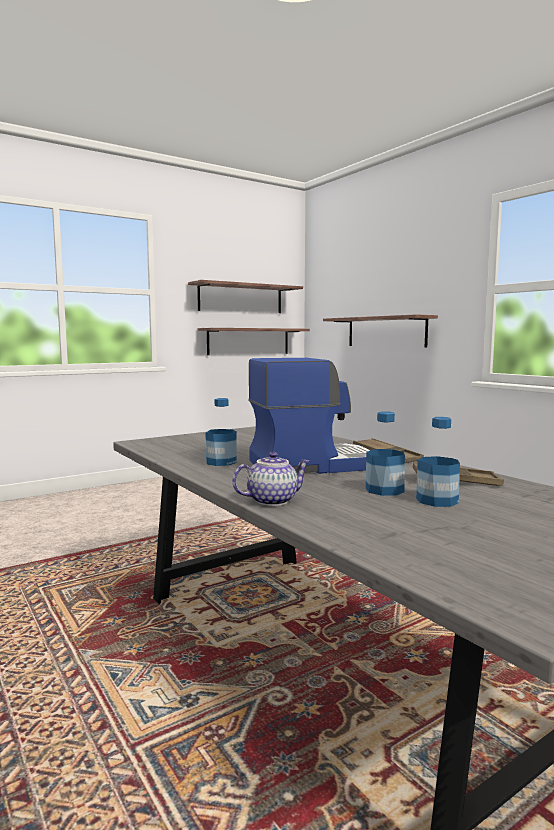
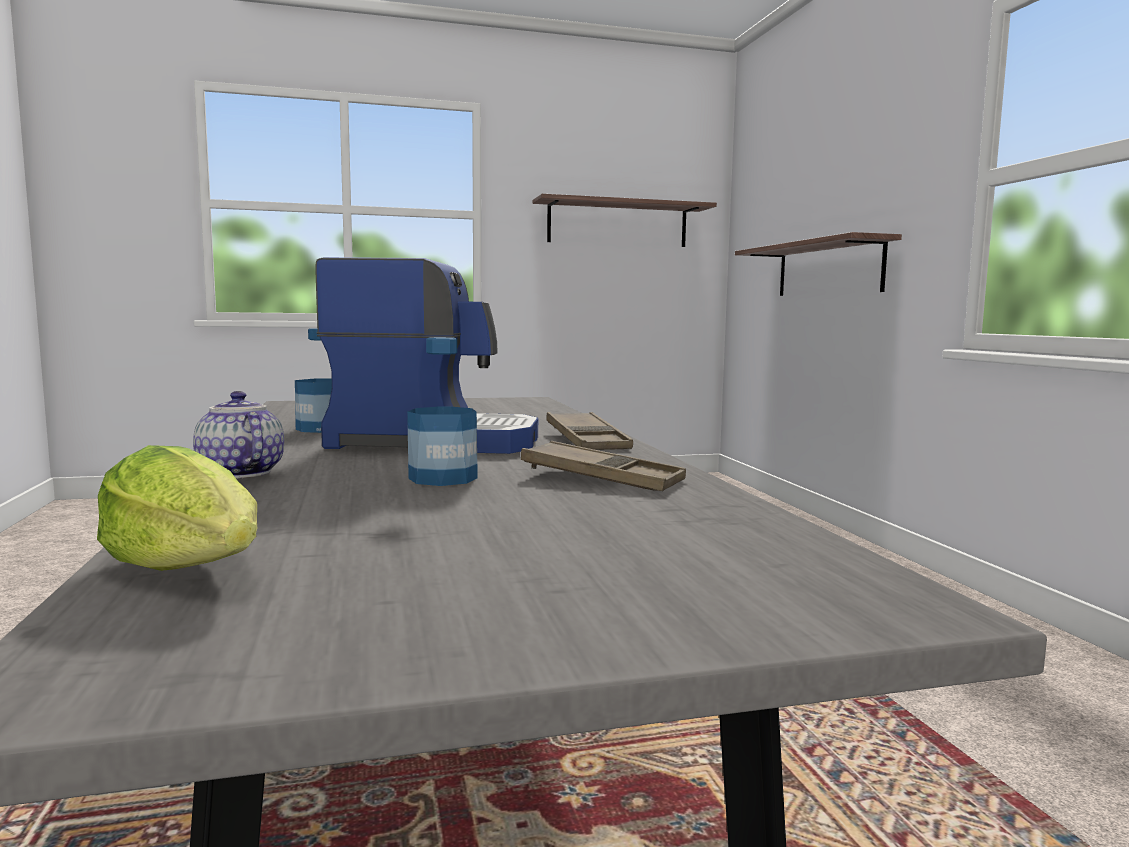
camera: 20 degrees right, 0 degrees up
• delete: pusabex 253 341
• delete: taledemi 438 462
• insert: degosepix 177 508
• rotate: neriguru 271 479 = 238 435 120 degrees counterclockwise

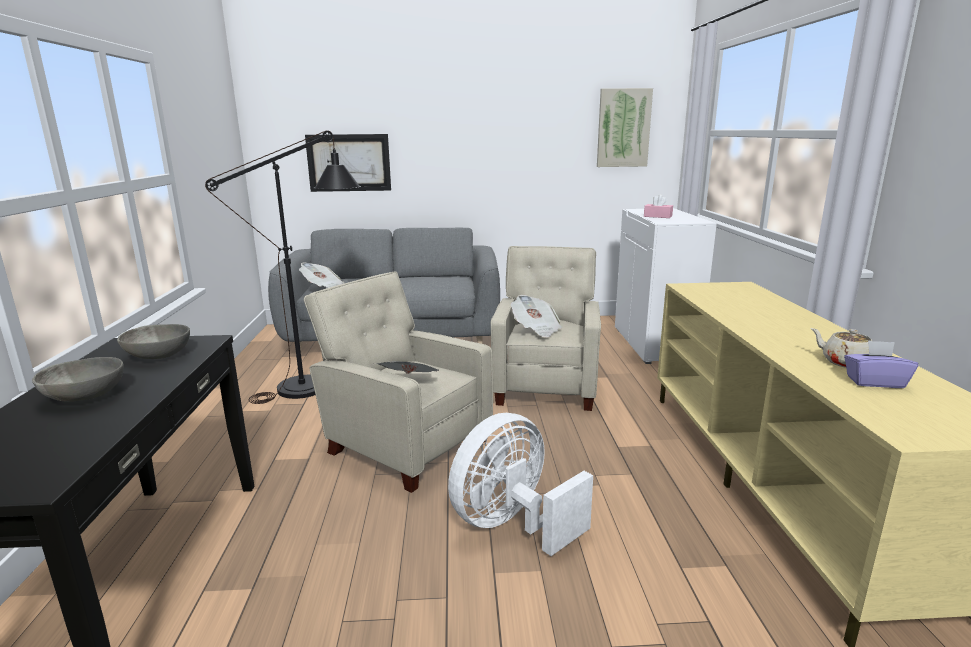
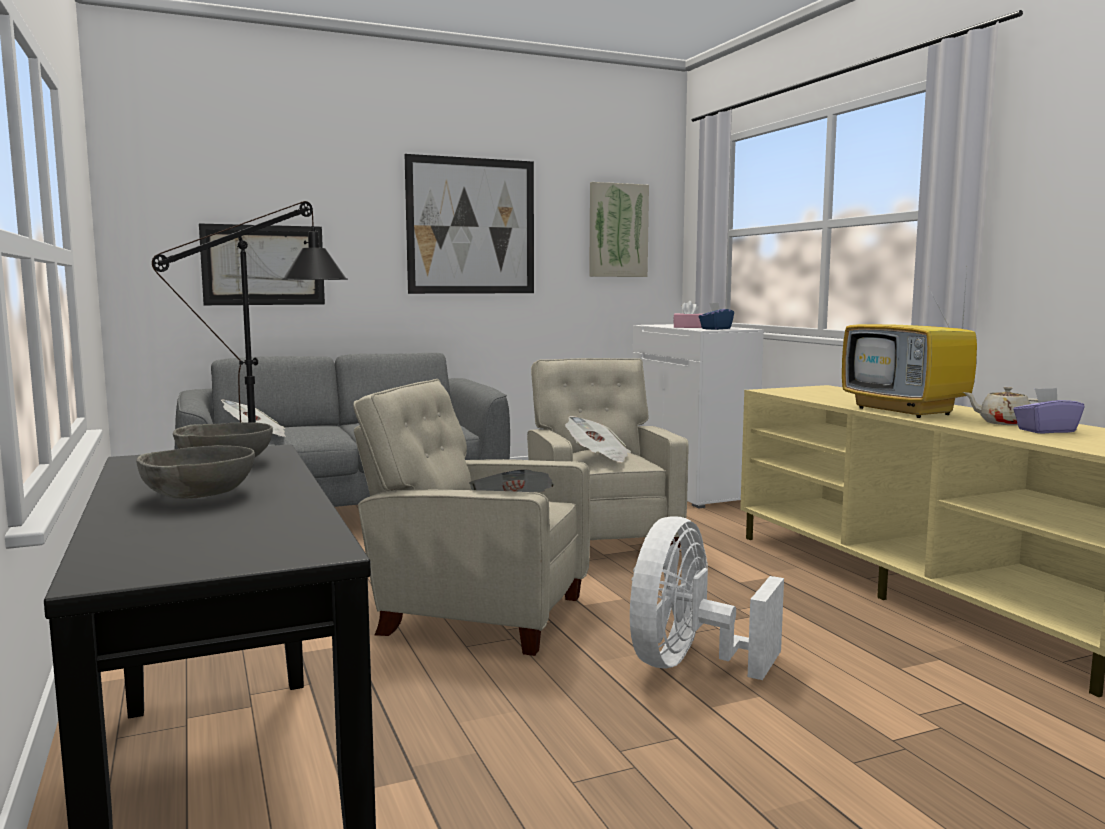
camera: 20 degrees left, 10 degrees down
• insert: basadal 469 224
• insert: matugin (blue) 716 316
• insert: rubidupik 909 344

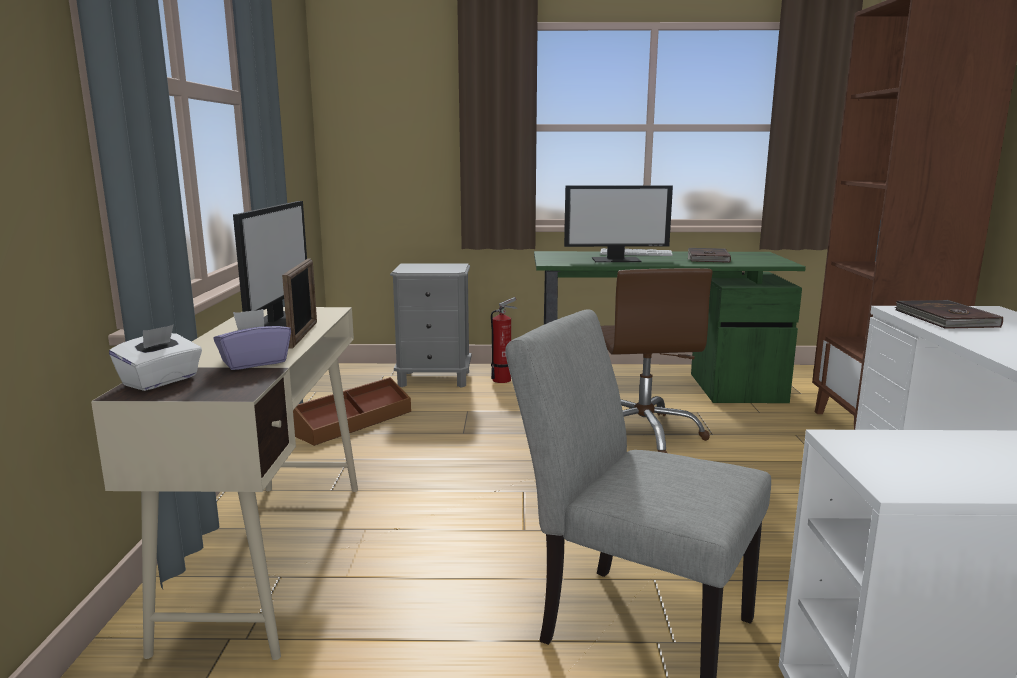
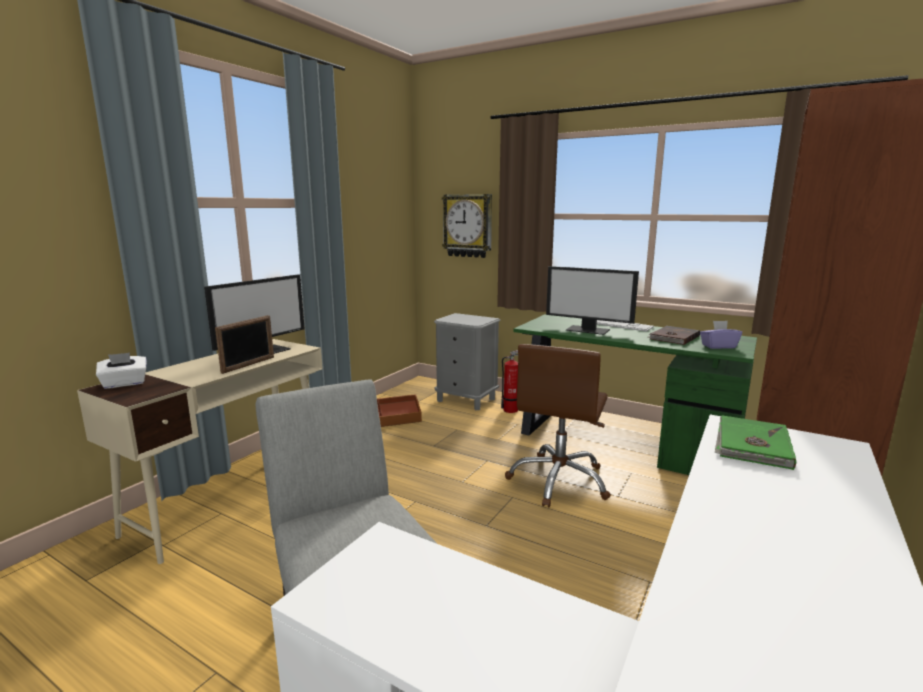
camera: 30 degrees right, 0 degrees up
• insert: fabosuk 467 226
• move: matugin (purple) 252 339 to 721 335
• recolor: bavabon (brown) 949 314 to bavabon (green) 755 442

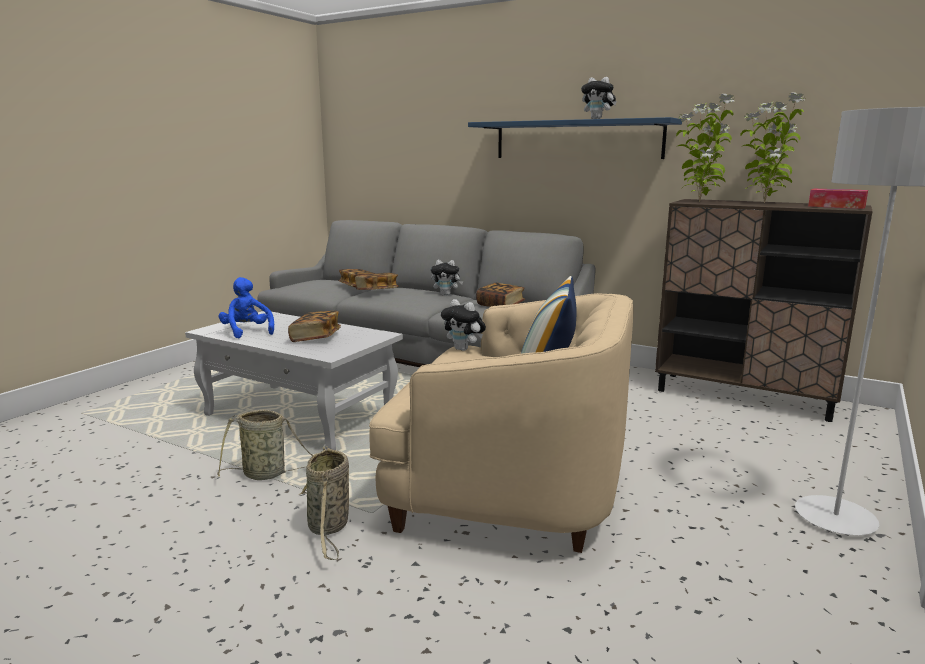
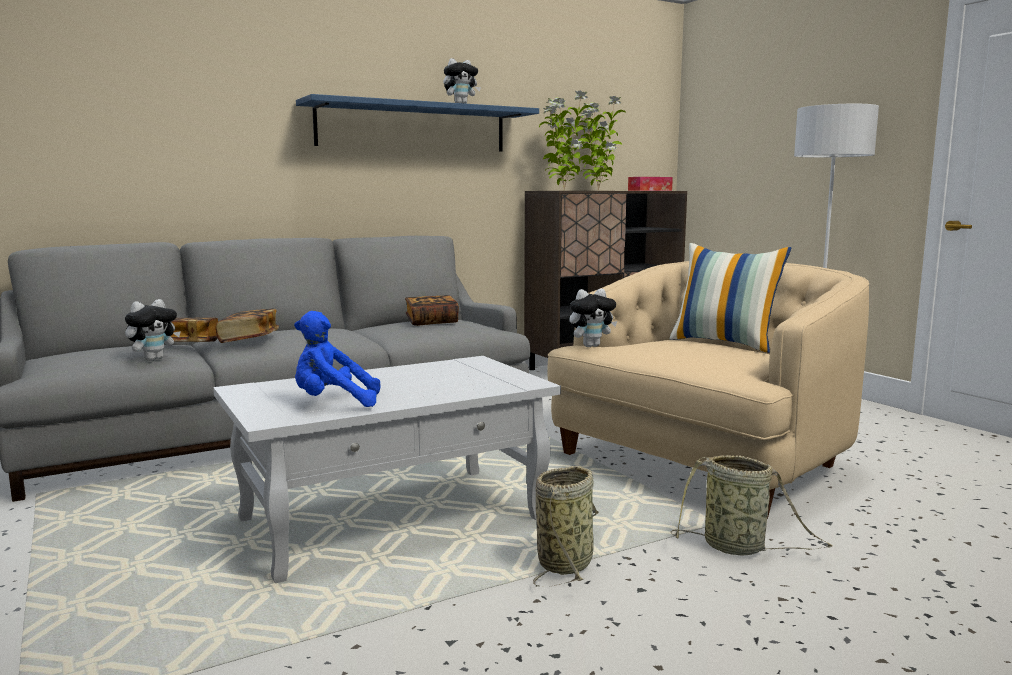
camera: 60 degrees left, 5 degrees down
• delete: bavabon 314 326
• move: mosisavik 447 277 to 153 330

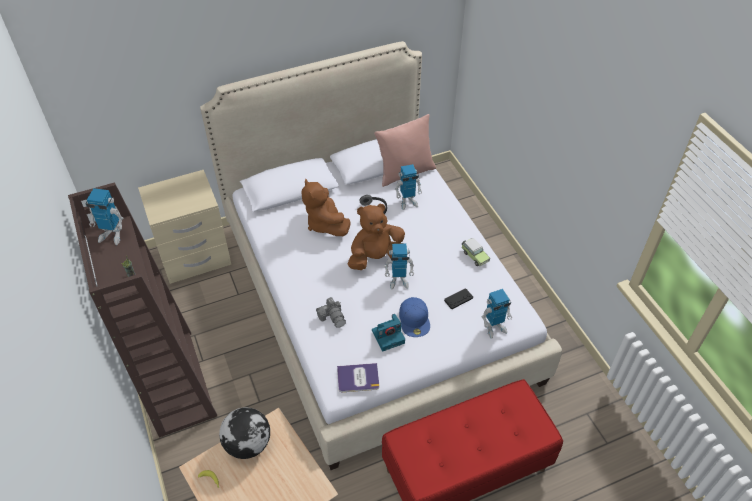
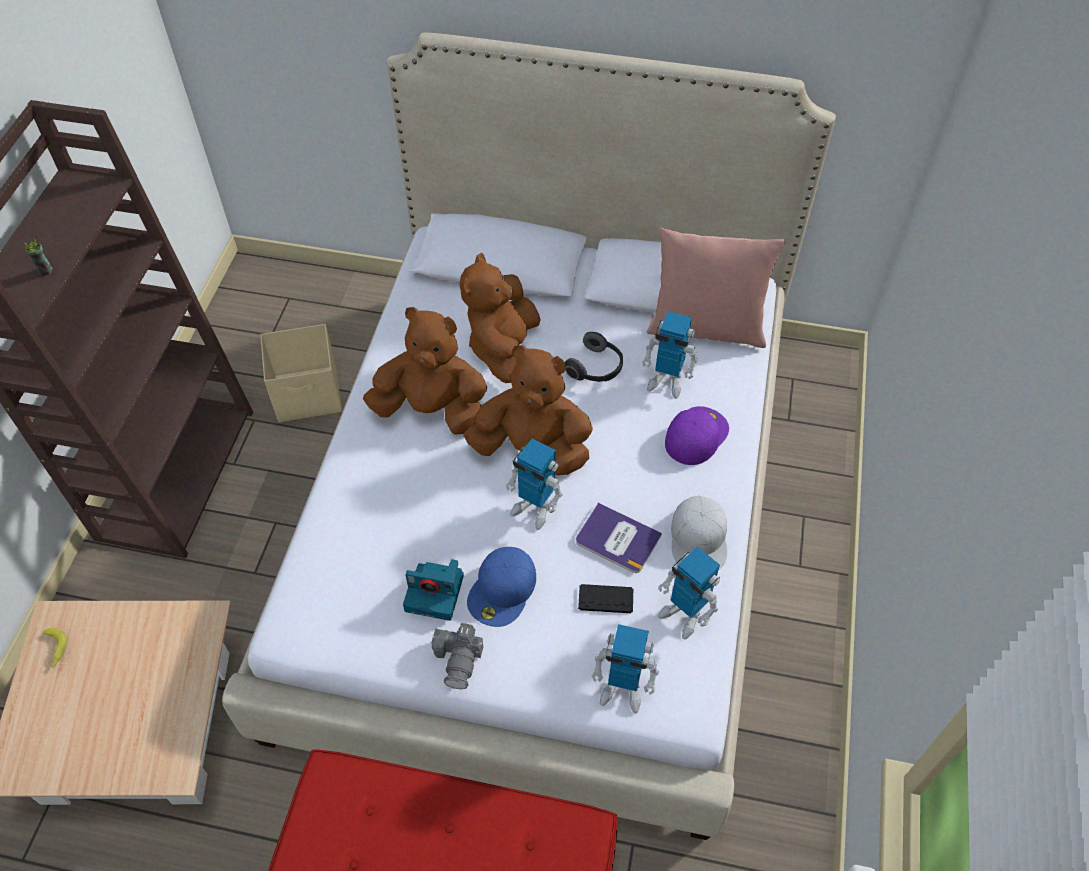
camera: 35 degrees right, 5 degrees up
• delete: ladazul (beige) 184 227
• delete: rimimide 244 433
• insert: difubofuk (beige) 301 373
• insert: mosisavik (brown) 425 370
• insert: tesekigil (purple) 697 435
• move: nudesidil 104 216 to 689 593
• move: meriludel 331 312 to 457 656
• move: bavabon 358 377 to 619 538
• replace: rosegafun 475 252 to tesekigil (white) 699 532

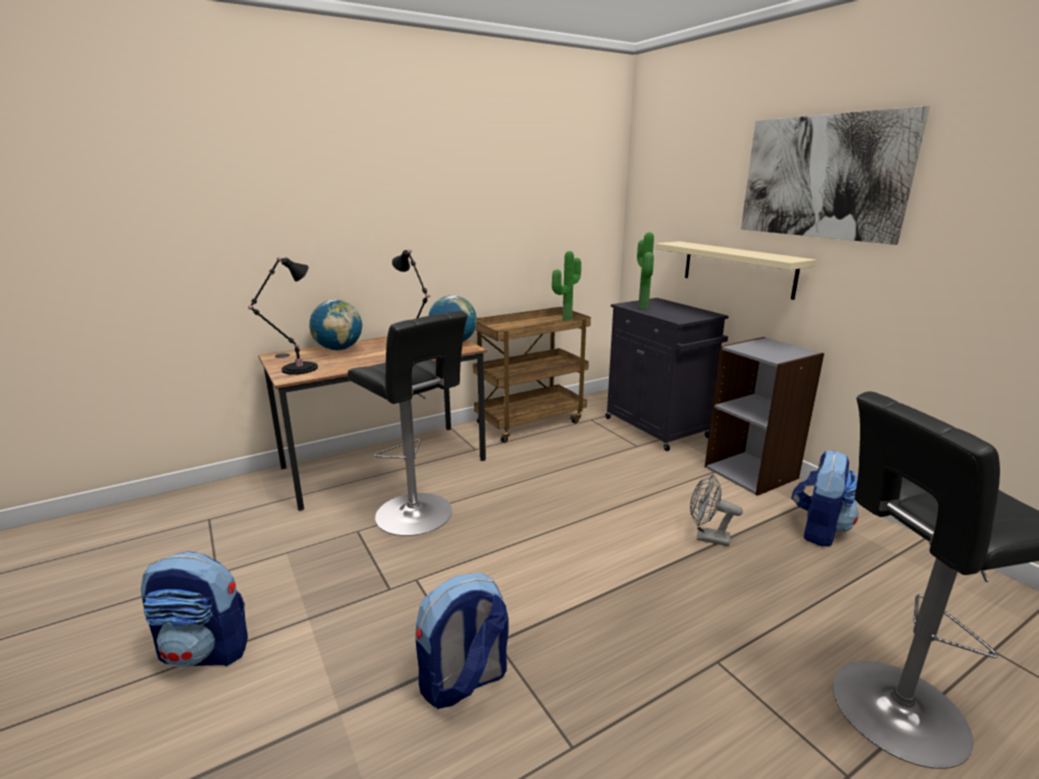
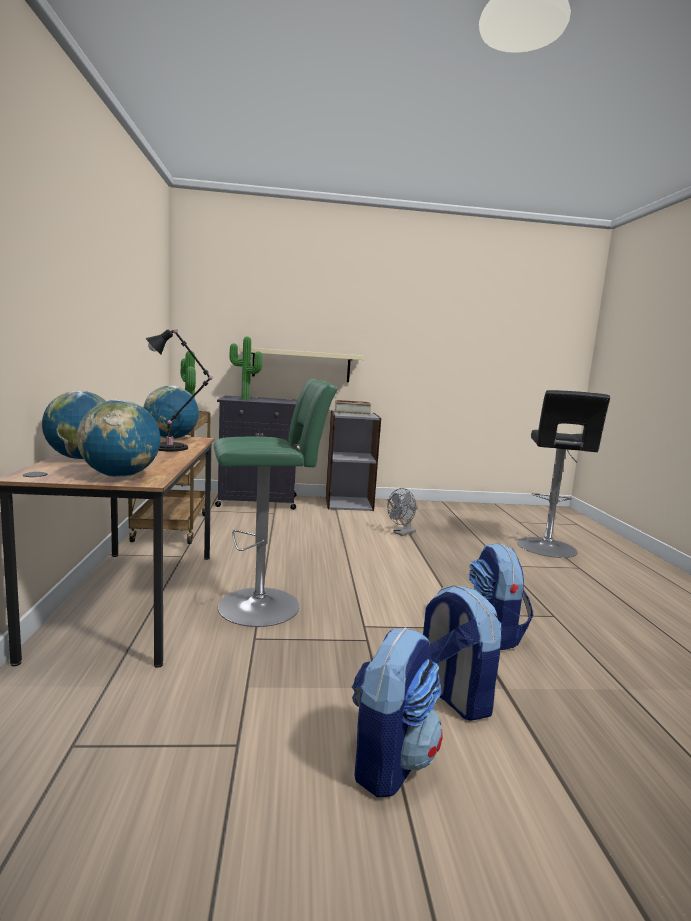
camera: 65 degrees left, 10 degrees down
• delete: basadal 835 175
• insert: bavabon 353 407
• move: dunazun 825 498 to 462 653
• replace: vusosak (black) 283 316 to rimimide 118 439
• recolor: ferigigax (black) 407 423 to ferigigax (green) 276 503

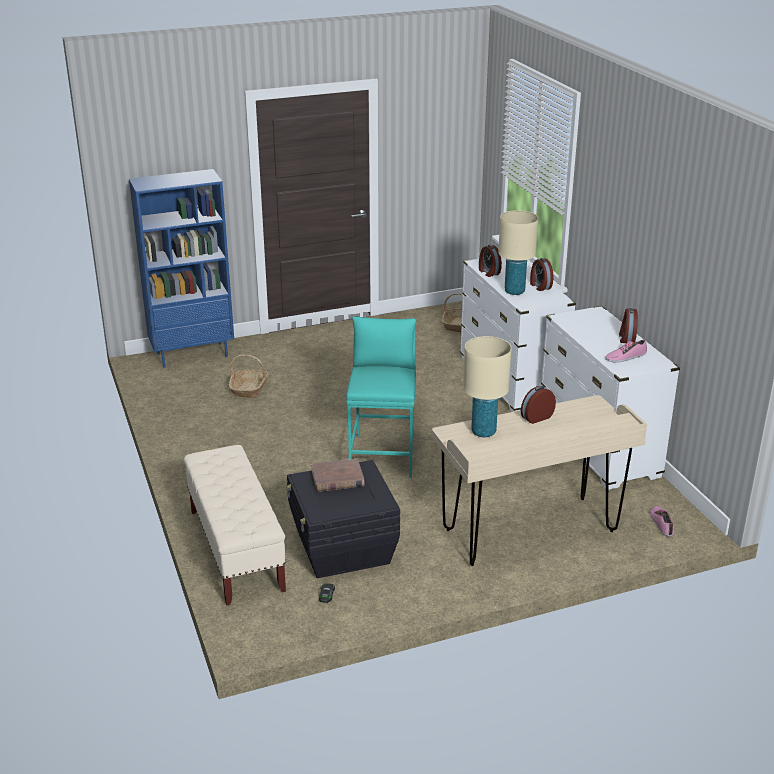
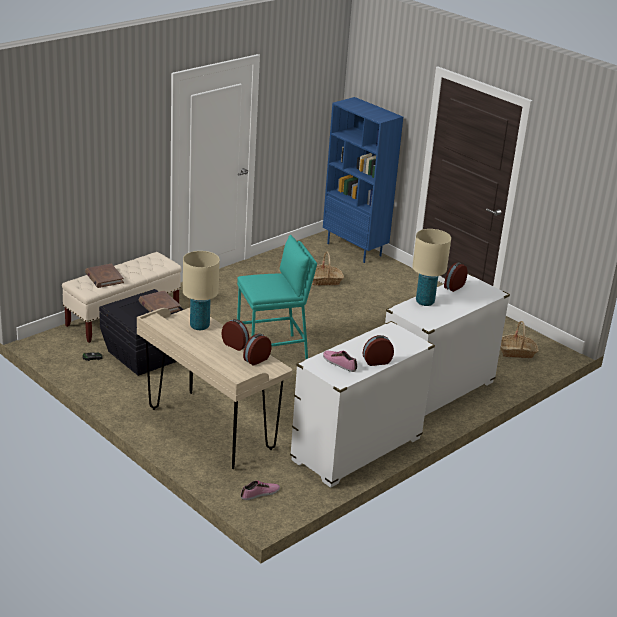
camera: 65 degrees right, 0 degrees up
• insert: bavabon (brown) 104 276
• move: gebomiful 542 274 to 257 349

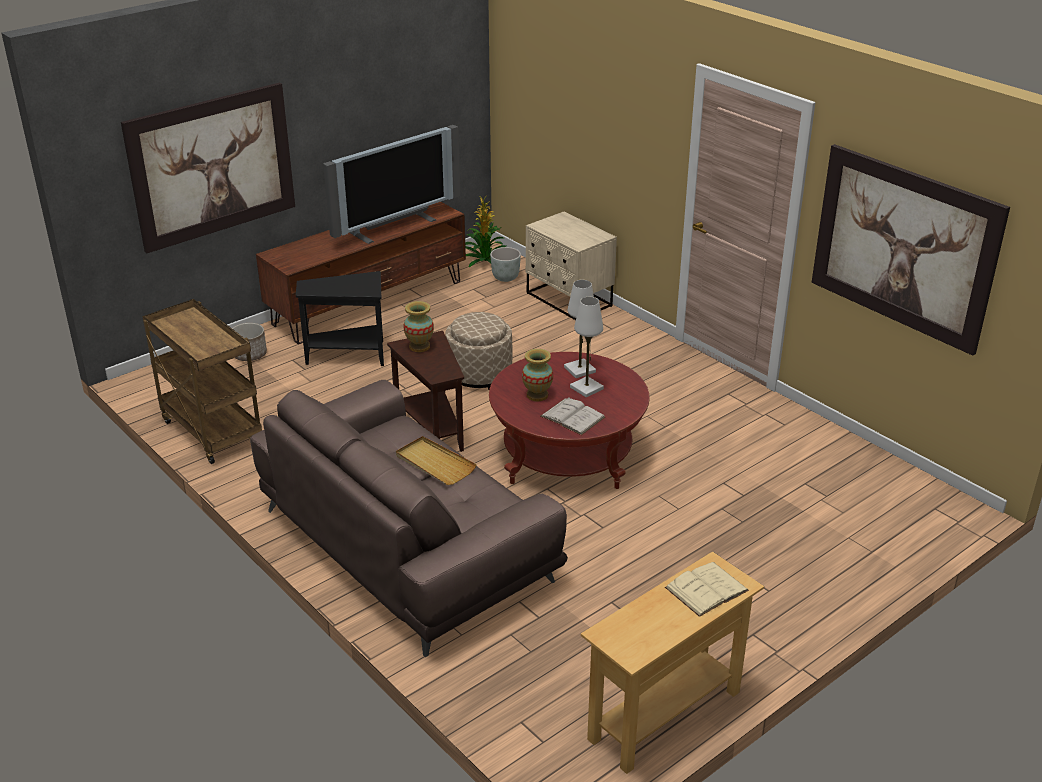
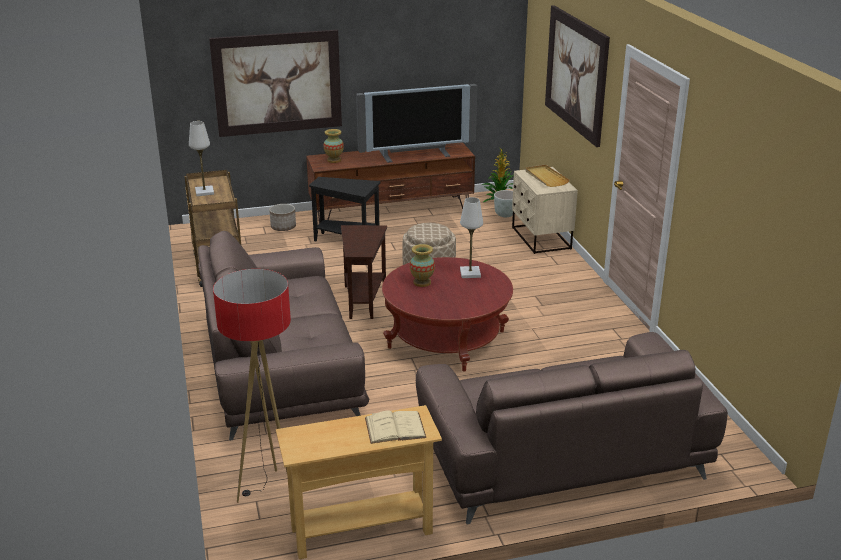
camera: 25 degrees right, 5 degrees down
• delete: bavabon (white) 572 416
• insert: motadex 252 386
• insert: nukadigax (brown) 572 428
• move: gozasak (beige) 436 460 to 547 176
• move: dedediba 418 326 to 334 146
• move: vusosak (white) 587 347 to 201 158
• move: basadal 910 250 to 577 76

